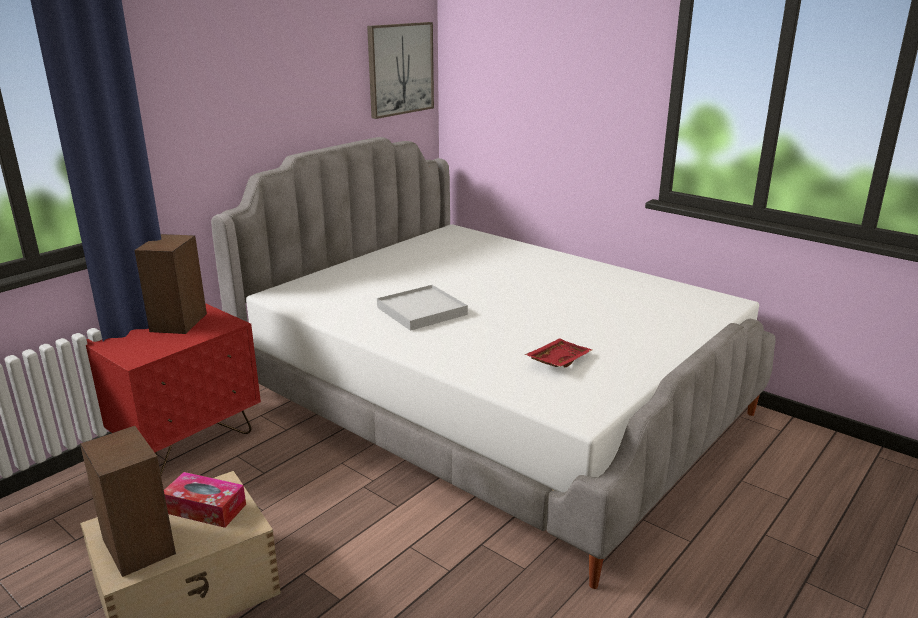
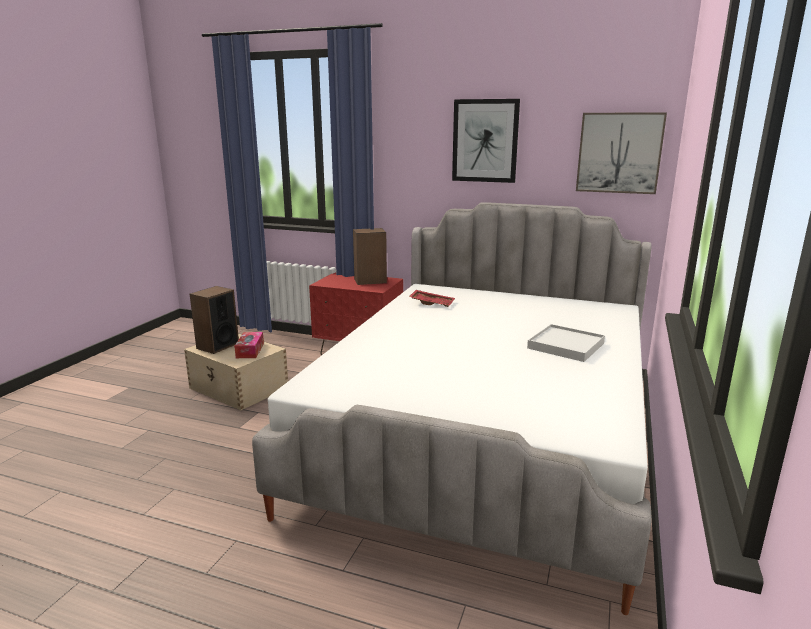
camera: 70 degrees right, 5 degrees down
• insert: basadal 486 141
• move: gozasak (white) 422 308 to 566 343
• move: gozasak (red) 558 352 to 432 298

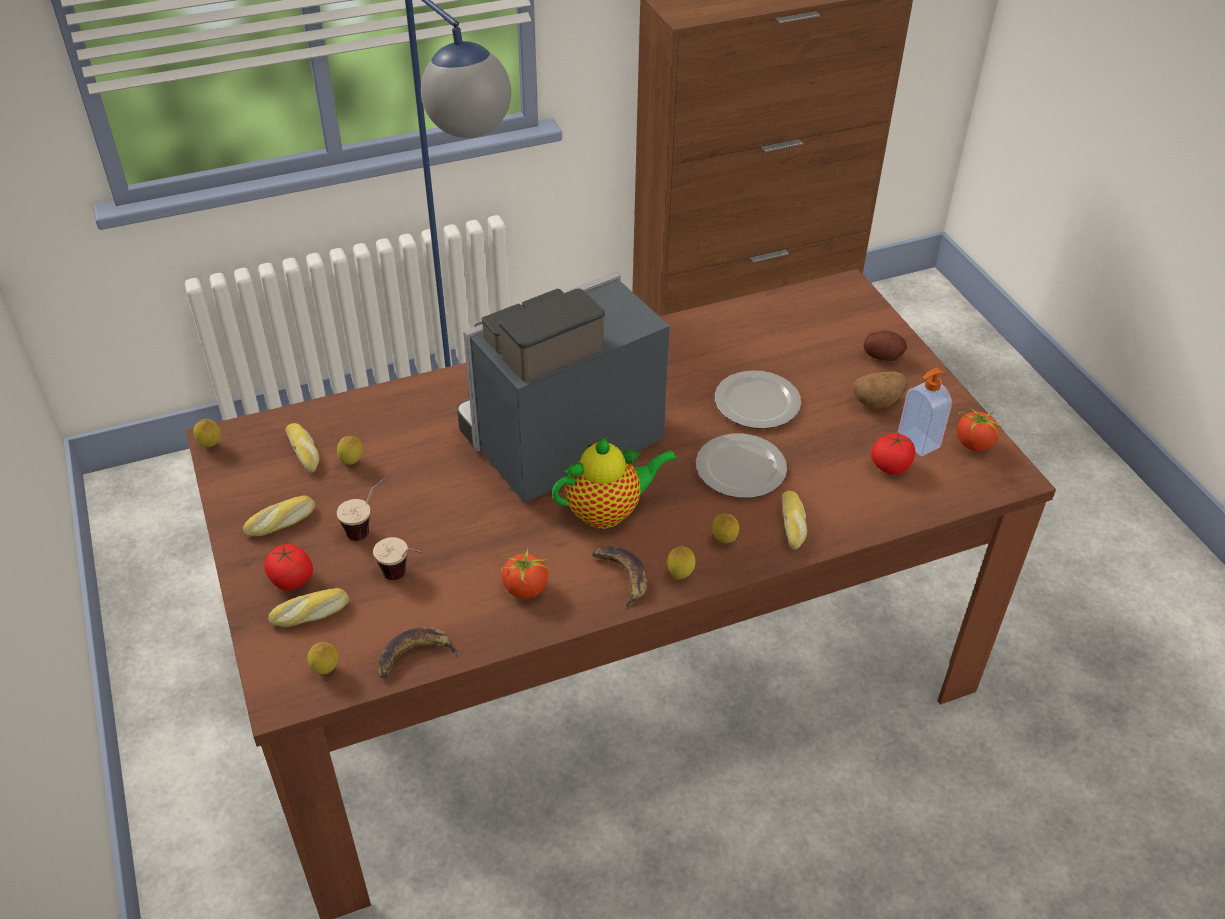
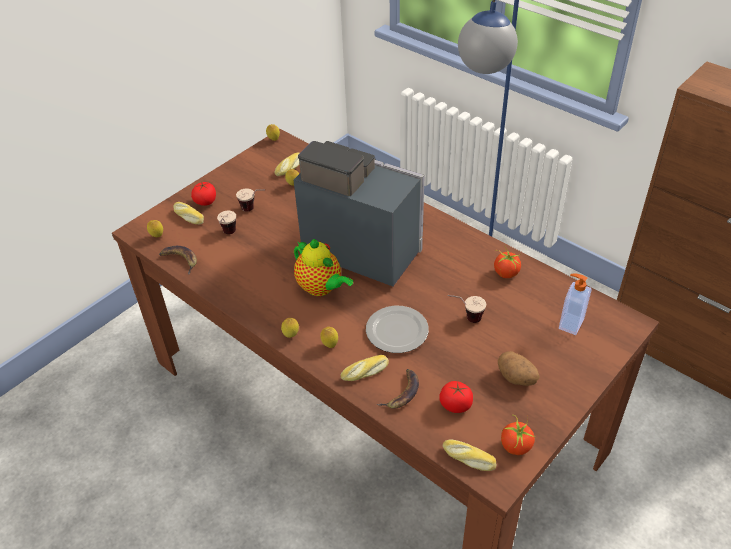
camera: 65 degrees right, 0 degrees up
• delete: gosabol 885 345
• move: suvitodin 279 515 to 470 455
• move: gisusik 524 573 to 507 261
• move: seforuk 620 578 to 398 389
• move: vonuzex 925 412 to 575 304
• replace: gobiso 758 399 to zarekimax 466 309

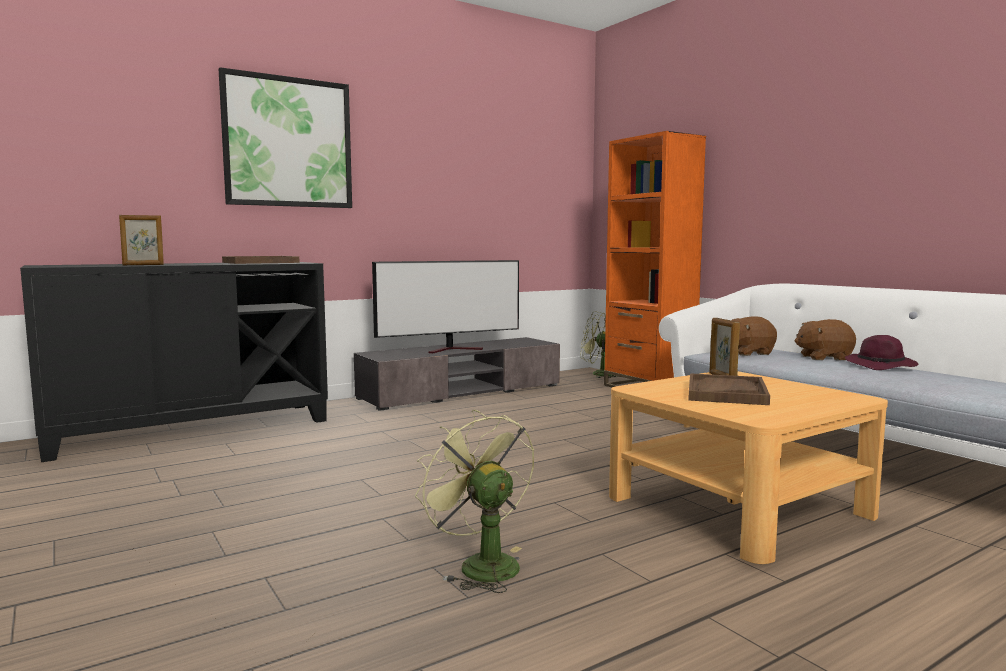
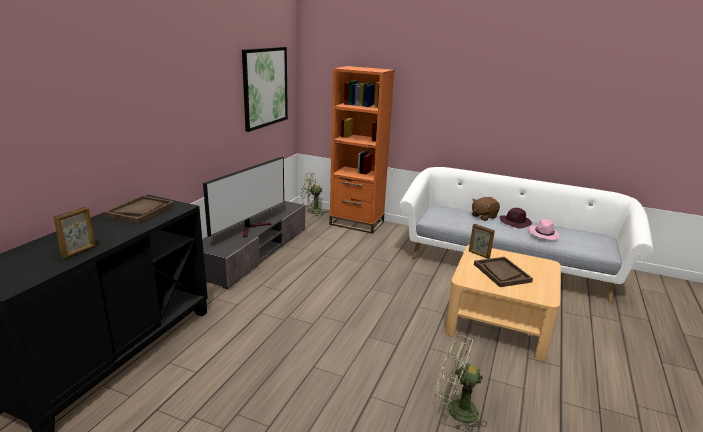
camera: 35 degrees left, 15 degrees up
• delete: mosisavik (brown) 754 336
• insert: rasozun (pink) 544 229
• move: basadal 285 137 to 265 89

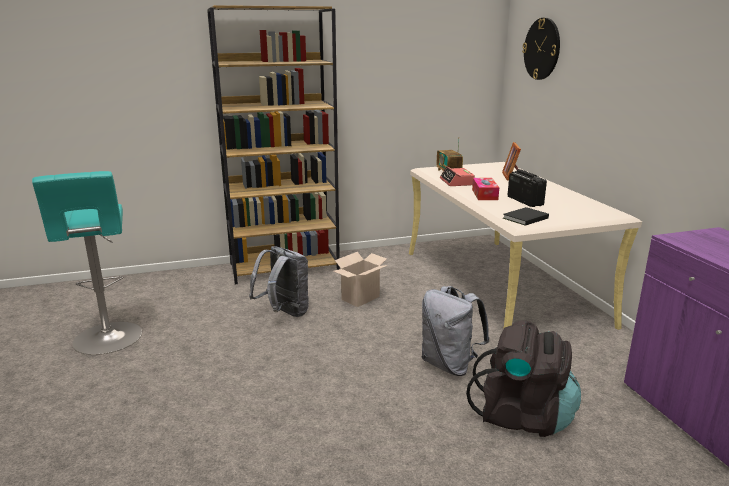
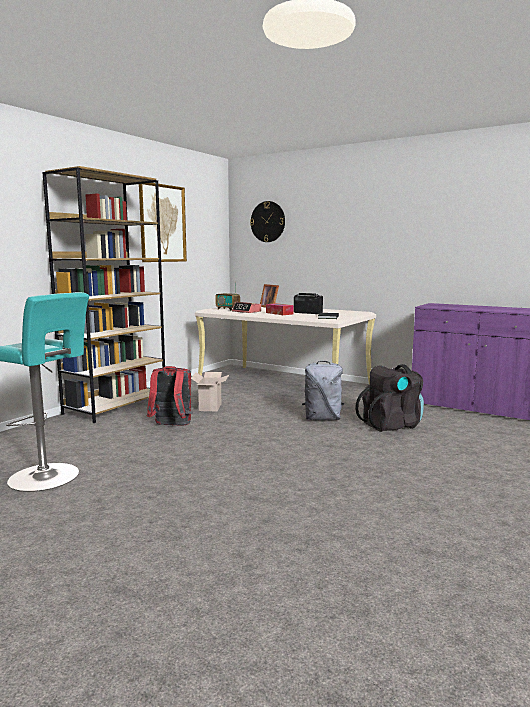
camera: 40 degrees left, 10 degrees down
• insert: basadal 163 222
• recolor: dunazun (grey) 279 281 to dunazun (red) 170 396

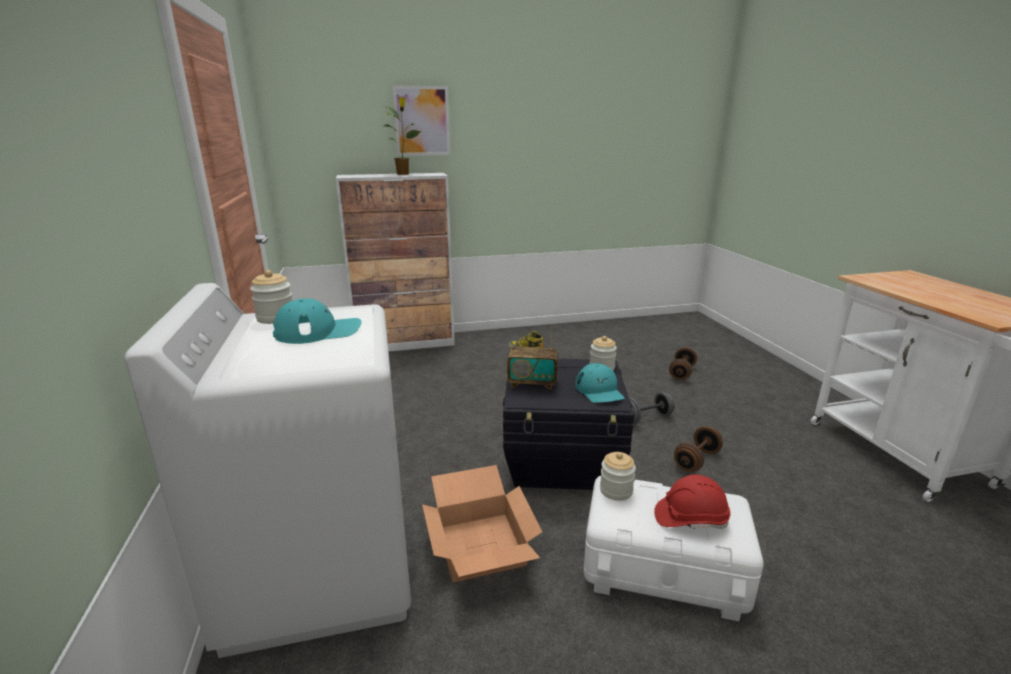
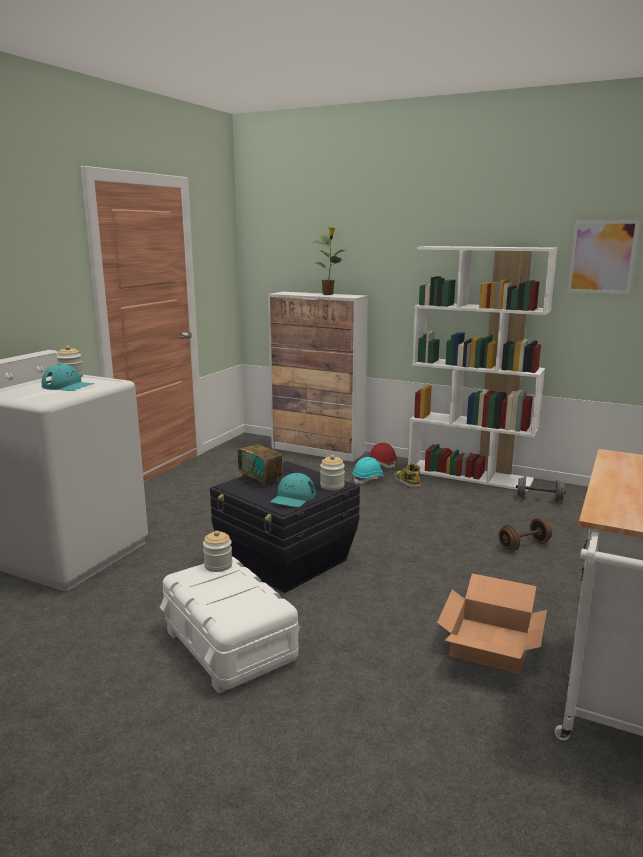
camera: 40 degrees right, 5 degrees down
• delete: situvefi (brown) 698 449
• insert: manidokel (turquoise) 369 470
• insert: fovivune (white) 483 369
• move: basadal 421 120 to 603 257
• move: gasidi 482 524 to 492 623
• move: situvefi (grey) 652 408 to 541 489
• move: manidokel (red) 692 501 to 383 455

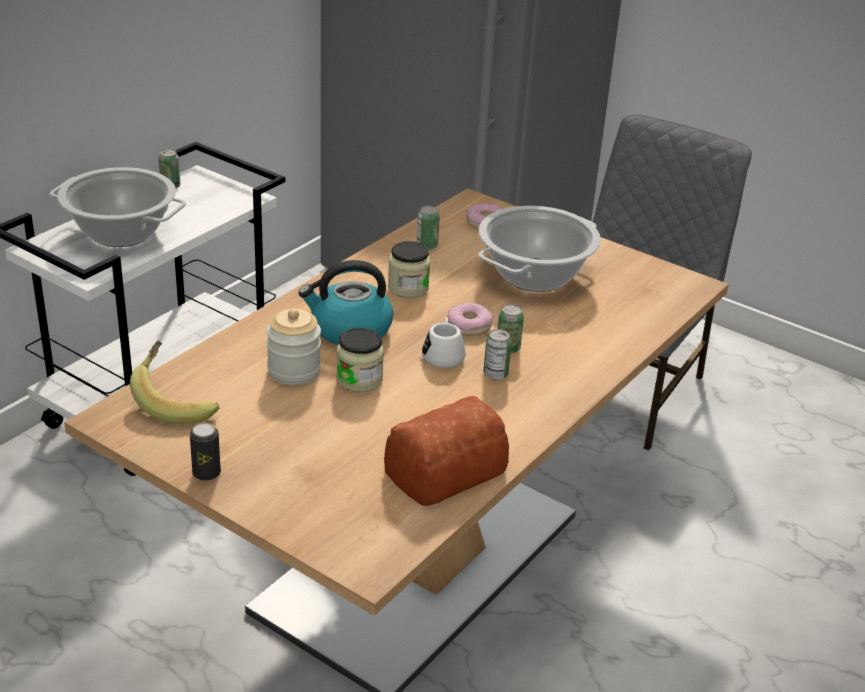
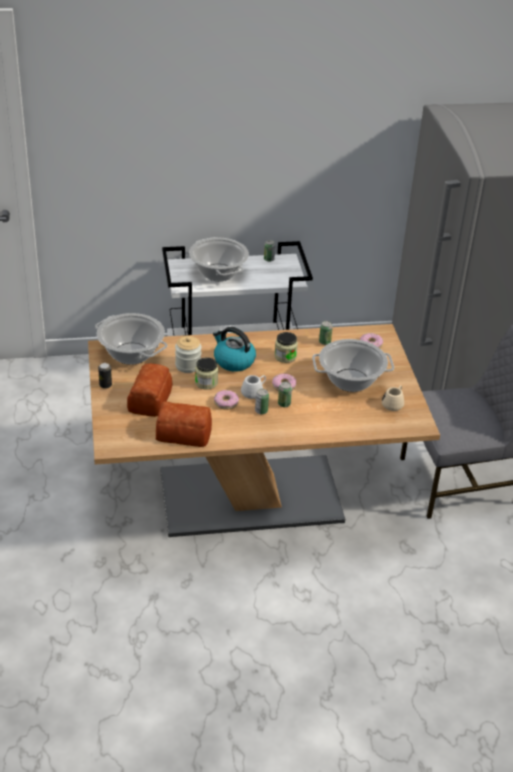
camera: 45 degrees right, 5 degrees up
• insert: suvitodin 150 390
• insert: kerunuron 226 400
• insert: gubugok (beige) 393 398
• replace: seforuk 174 382 to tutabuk 131 339

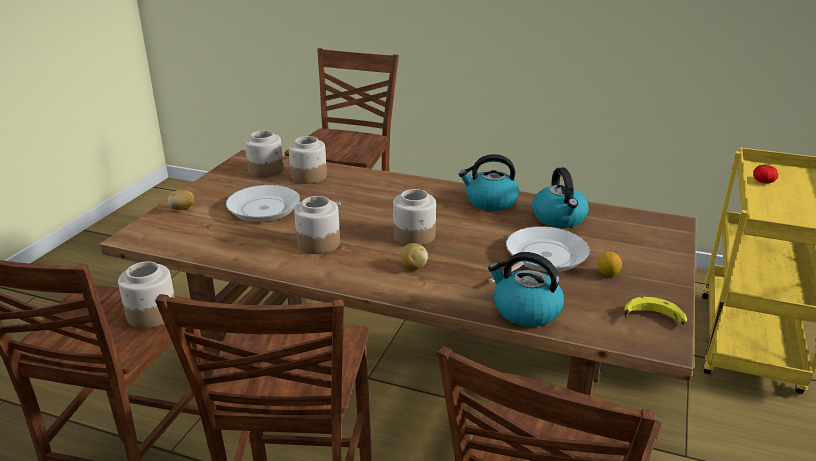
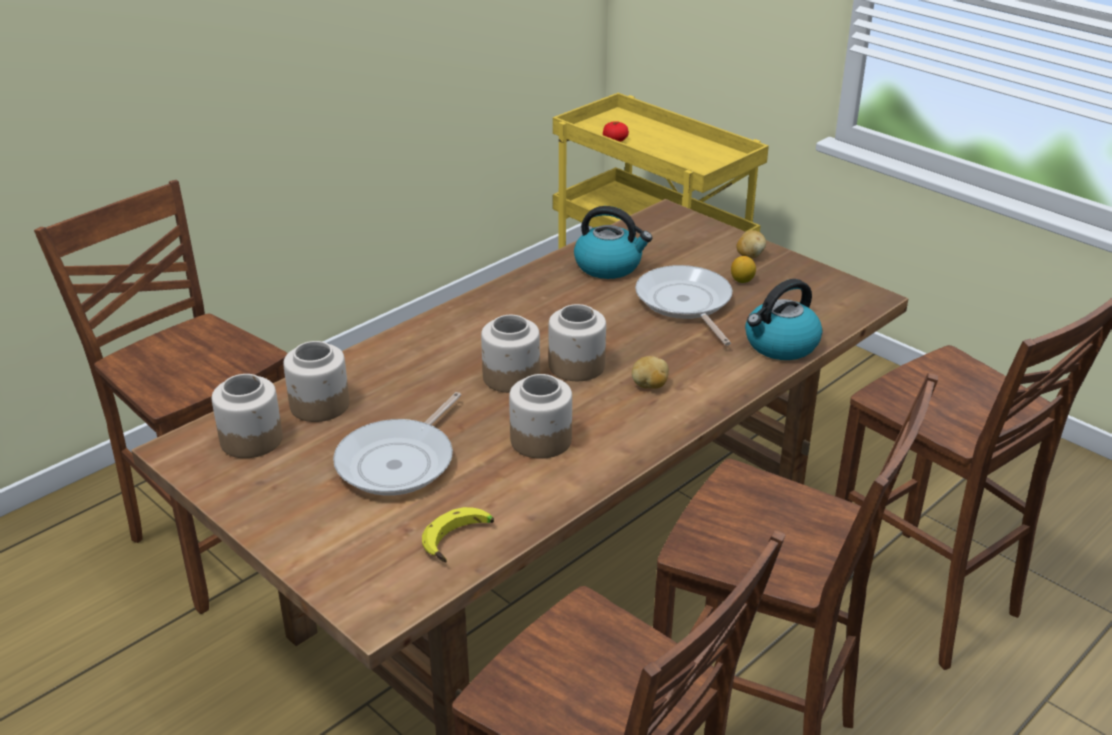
camera: 65 degrees left, 5 degrees up
• delete: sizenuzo 489 182
• move: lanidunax 146 294 to 510 354
• move: gosabol 180 200 to 751 244
• move: seforuk 655 311 to 458 534

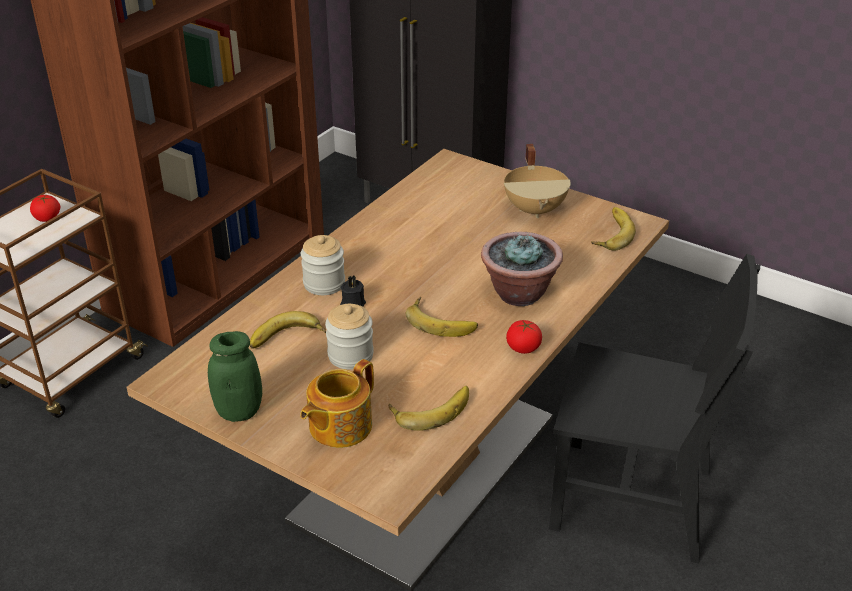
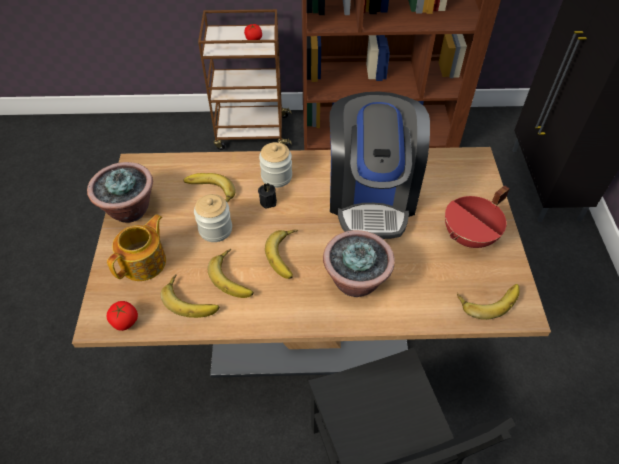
camera: 55 degrees right, 15 degrees up
• insert: seforuk 231 273
• insert: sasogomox 379 165
• move: gisusik 524 337 to 122 316
• replace: lanidunax (green) 235 376 to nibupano 120 192
• recolor: tutabuk (beige) 537 181 to tutabuk (red) 477 216
• rotate: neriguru 337 403 = 136 247 120 degrees clockwise

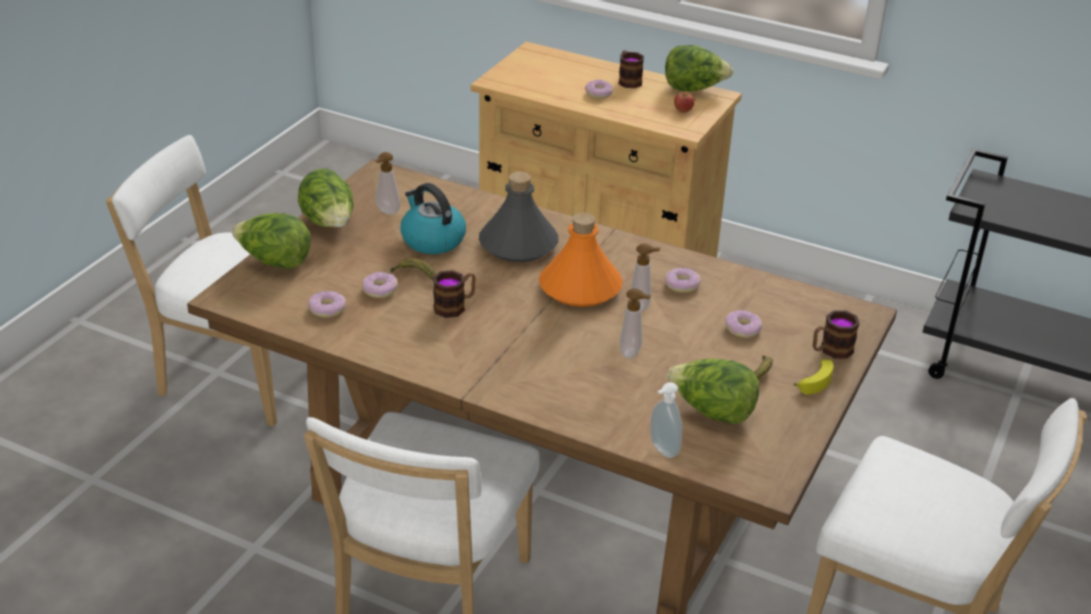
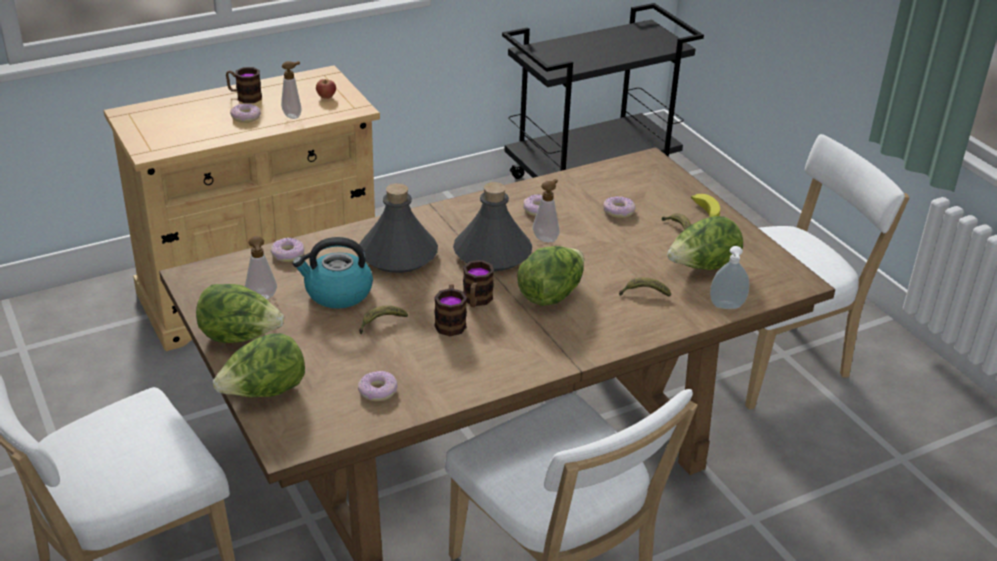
camera: 55 degrees left, 0 degrees up
• insert: seforuk 645 287
• move: kerunuron 380 285 to 288 249
• move: vonuzex 635 323 to 291 90
• move: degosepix 699 68 to 550 276
• move: gubugok 836 334 to 478 283
• recolor: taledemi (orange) 581 260 to taledemi (grey) 492 226

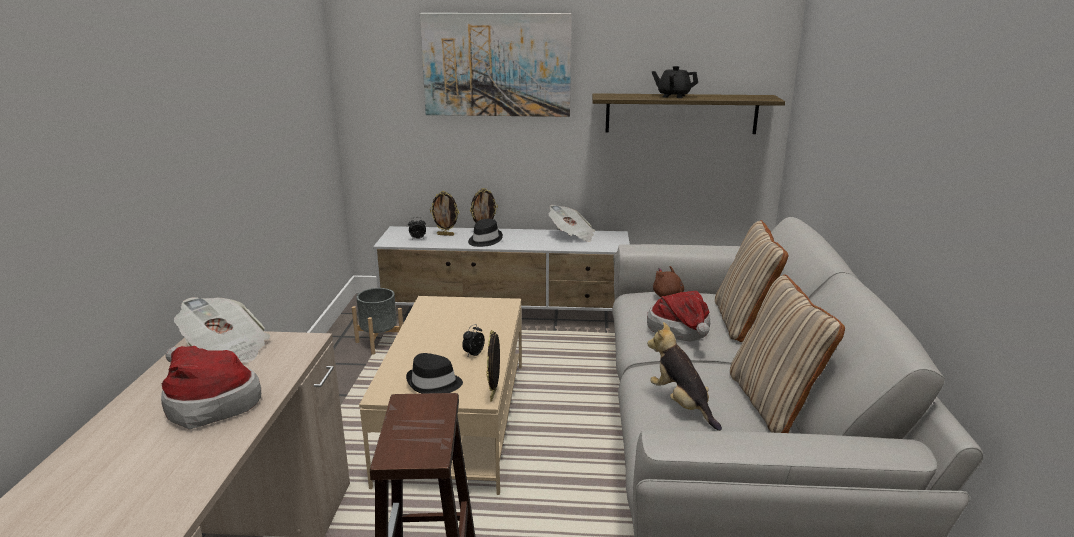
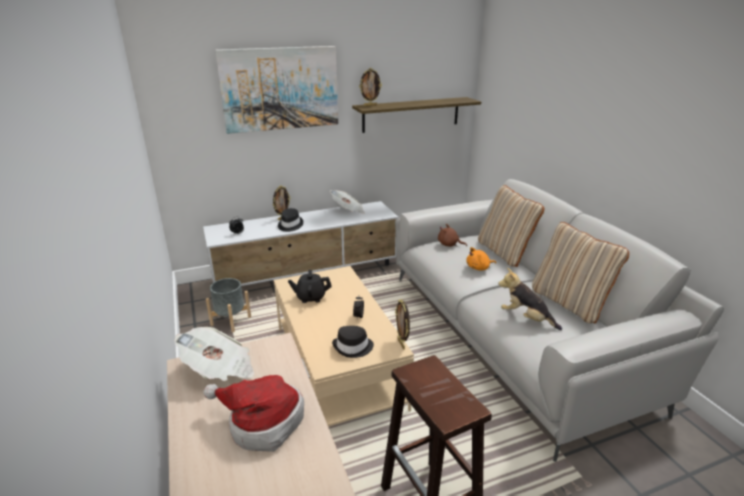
camera: 25 degrees left, 5 degrees up
• move: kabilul 444 213 to 370 87
• move: neriguru (black) 675 82 to 309 286
• replace: rasozun 678 316 to mosisavik (orange) 481 259

